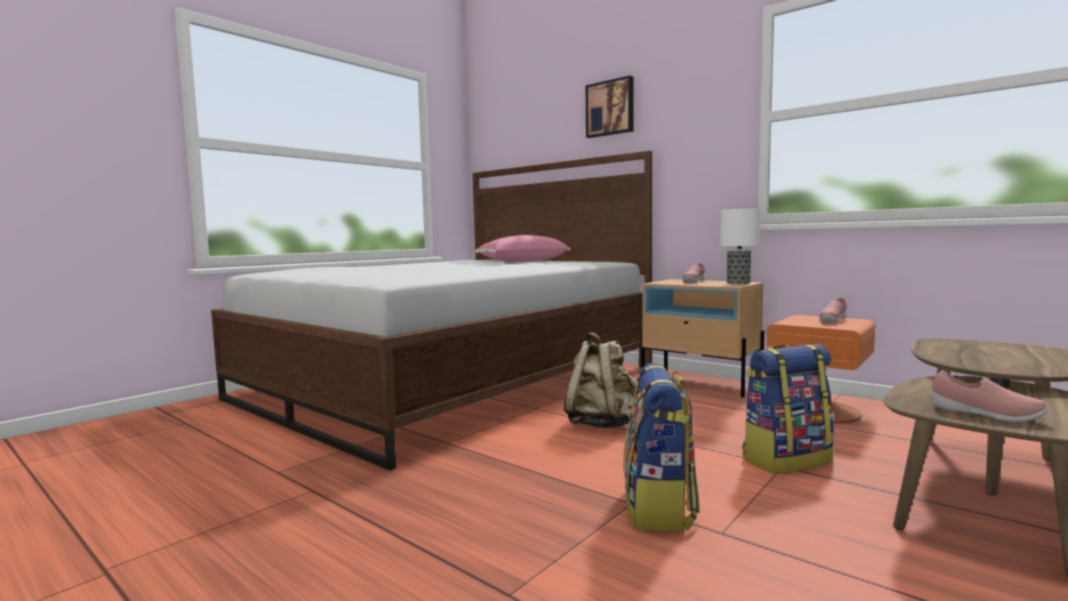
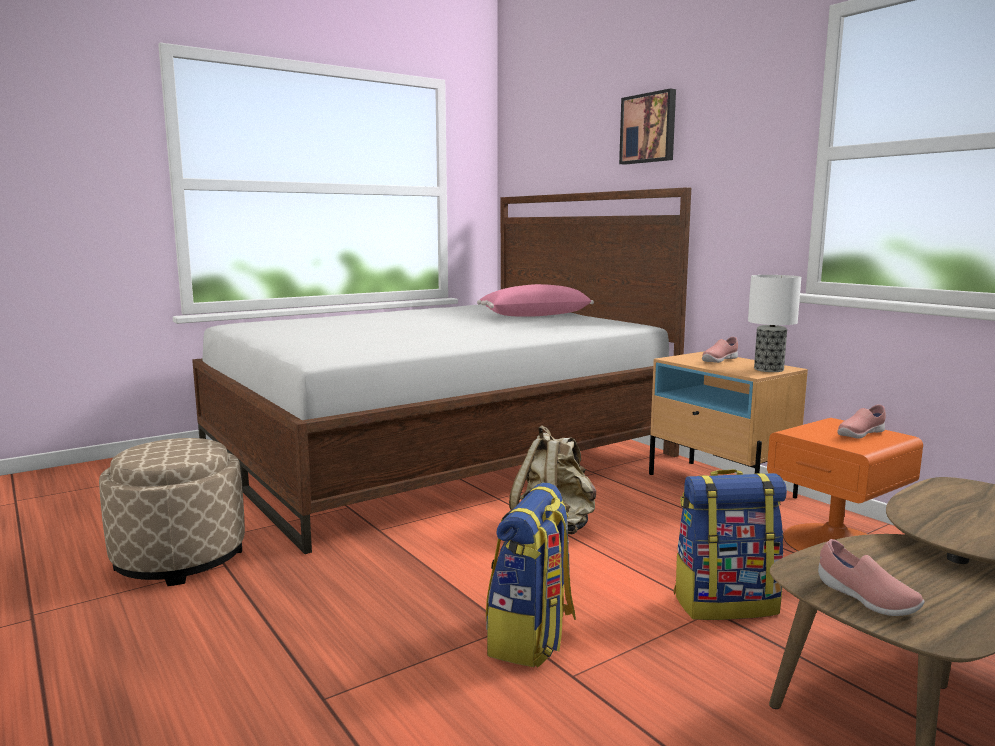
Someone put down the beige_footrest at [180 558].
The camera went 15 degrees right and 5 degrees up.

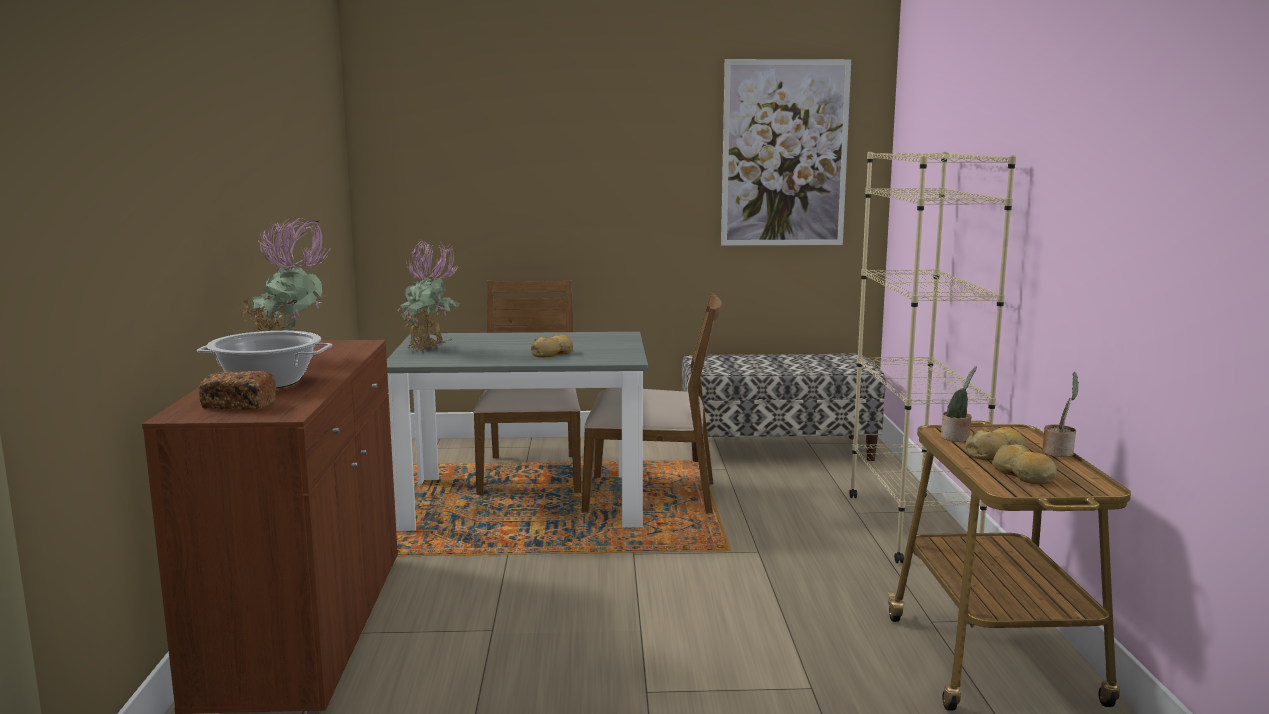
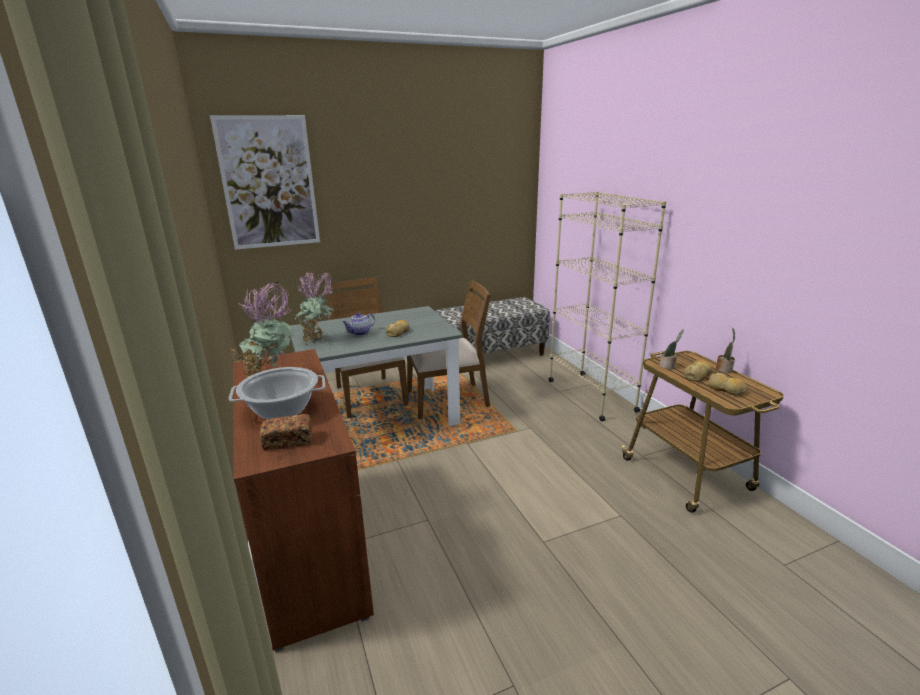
Someone carried the wall_picture from [784 154] to [269 183].
Someone put down the tea_pot at [359 333].
The camera went 20 degrees left and 10 degrees up.

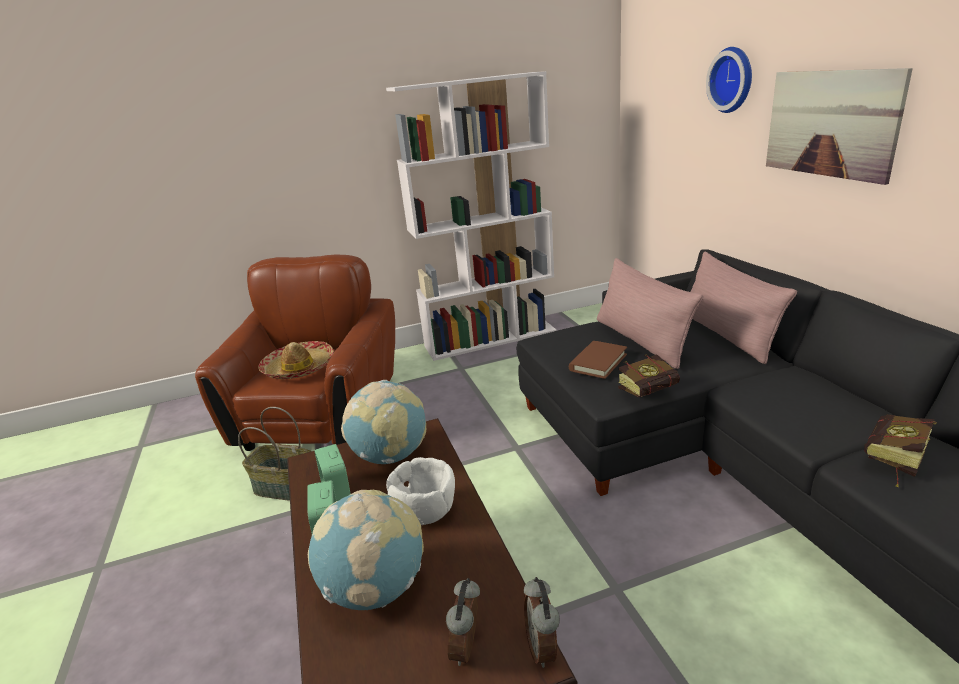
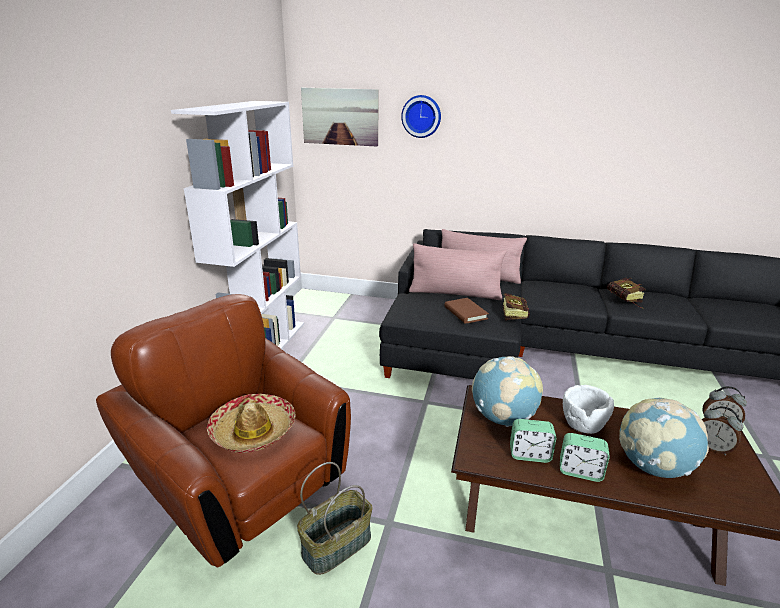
Someone carried the wall_picture from [830 123] to [340 116].
The camera went 60 degrees left and 0 degrees up.

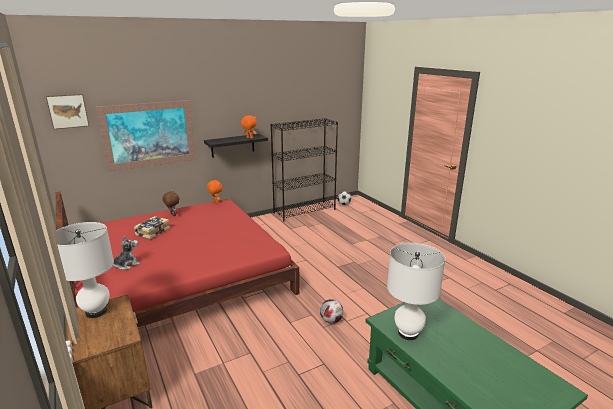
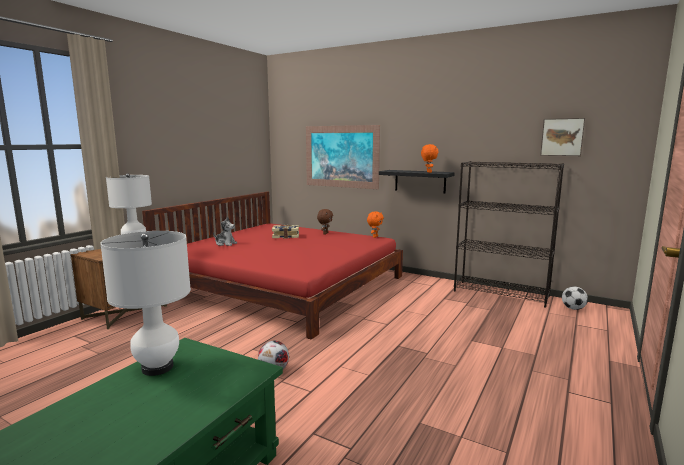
Someone carried the wall_picture from [68 111] to [562 137].
The camera went 60 degrees right and 10 degrees down.

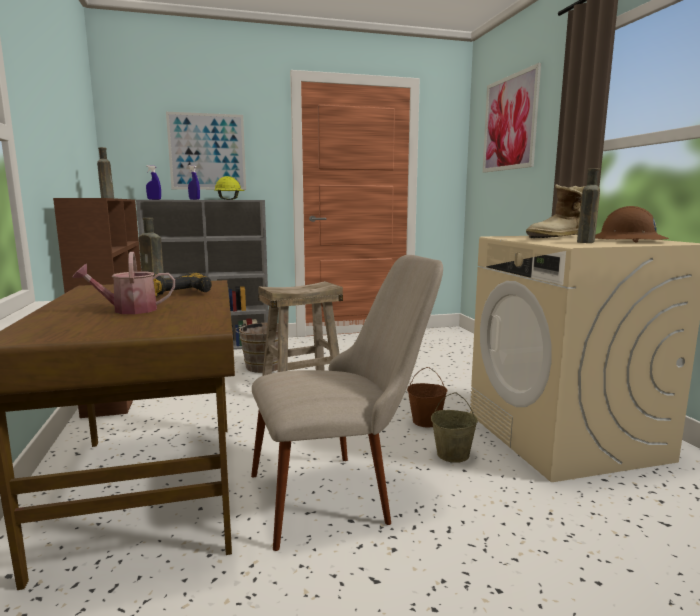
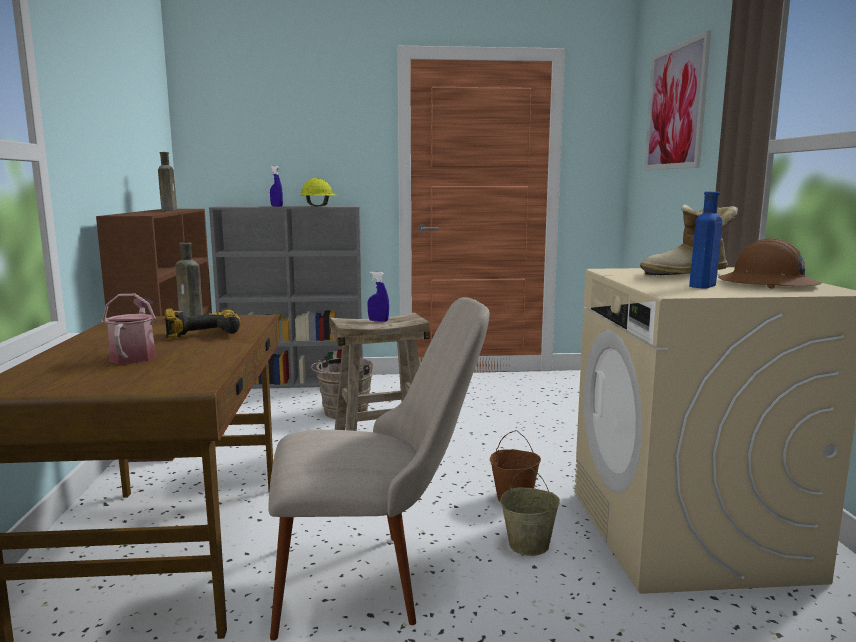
Someone rotated the watering_pot at [129 310] by 90 degrees clockwise.
Someone carried the bluish_spray_bottle from [154 199] to [378 321].
Someone took away the wall_picture at [207 152].
Someone repainted the brown-coloured_beverage_bottle at [585 242], which became the bluish_beverage_bottle at [702 286].
The camera went 10 degrees right and 0 degrees up.

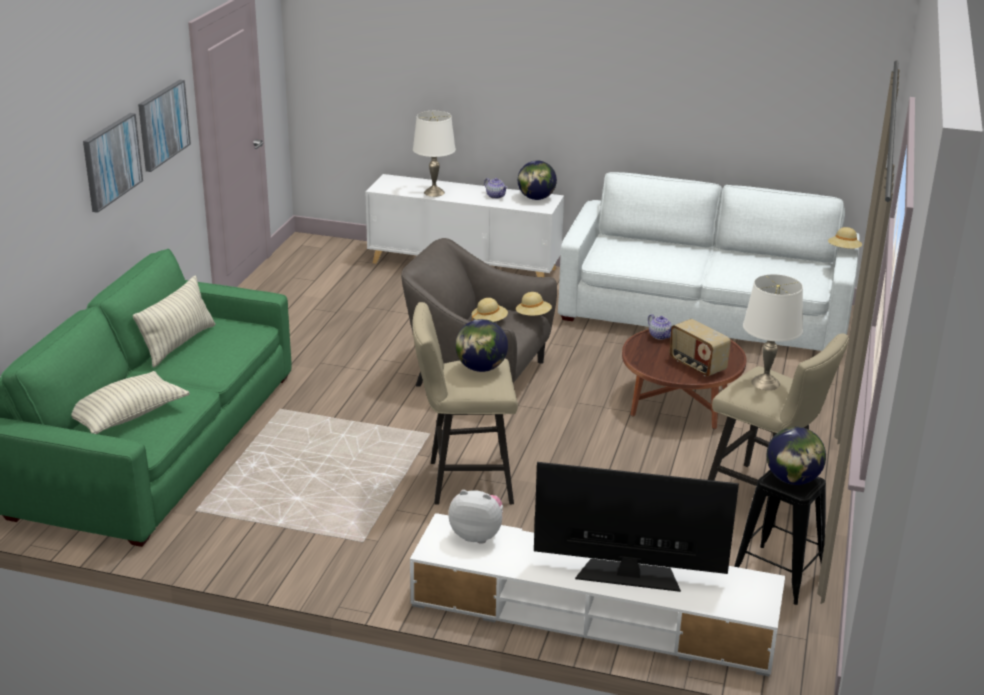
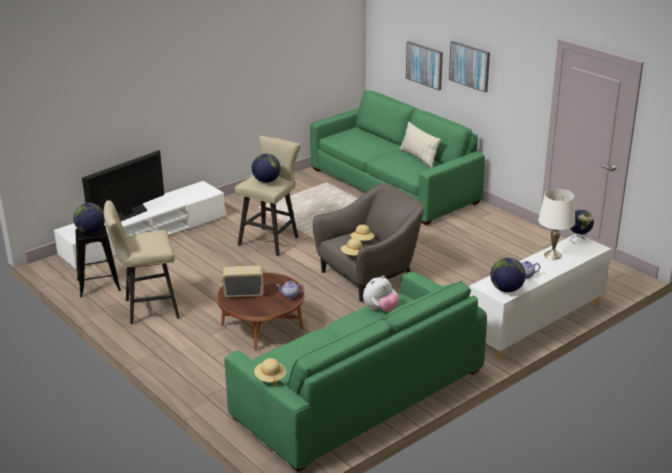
Someone took away the pillow at [127 416].
Someone carried the wall_picture from [162 124] to [424 65].
Someone carried the soft_toy from [477 535] to [380 309].
Someone repainted the whitish_settee at [704 313], which became the green-coloured_settee at [360 394].
Someone took away the whitish_lamp_for_a_table at [765 383].
Someone put down the desk_globe at [578 239].
The camera went 125 degrees right and 0 degrees up.

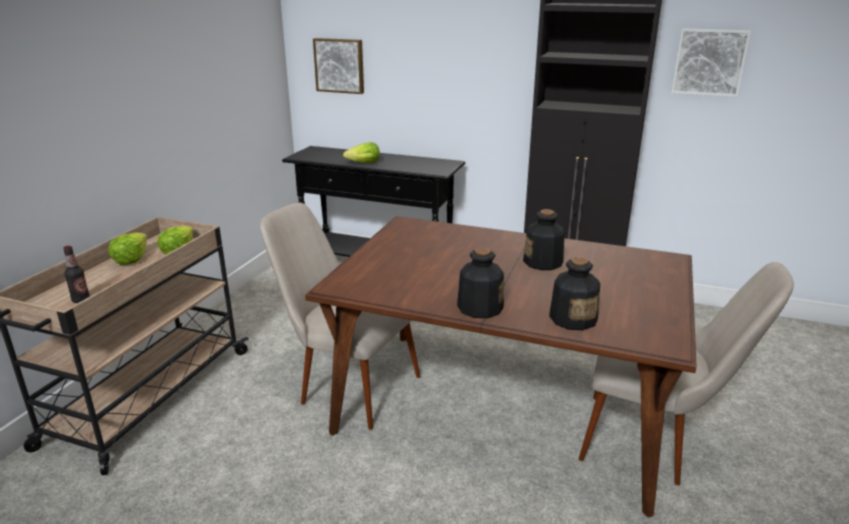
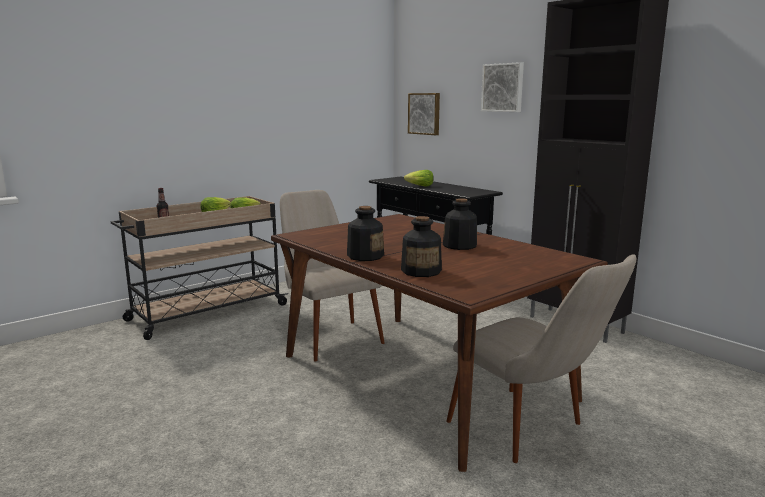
Someone carried the wall_picture from [709 62] to [503 88].
The camera went 30 degrees right and 10 degrees down.

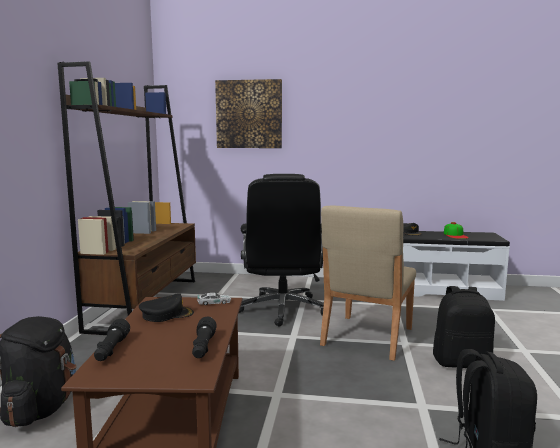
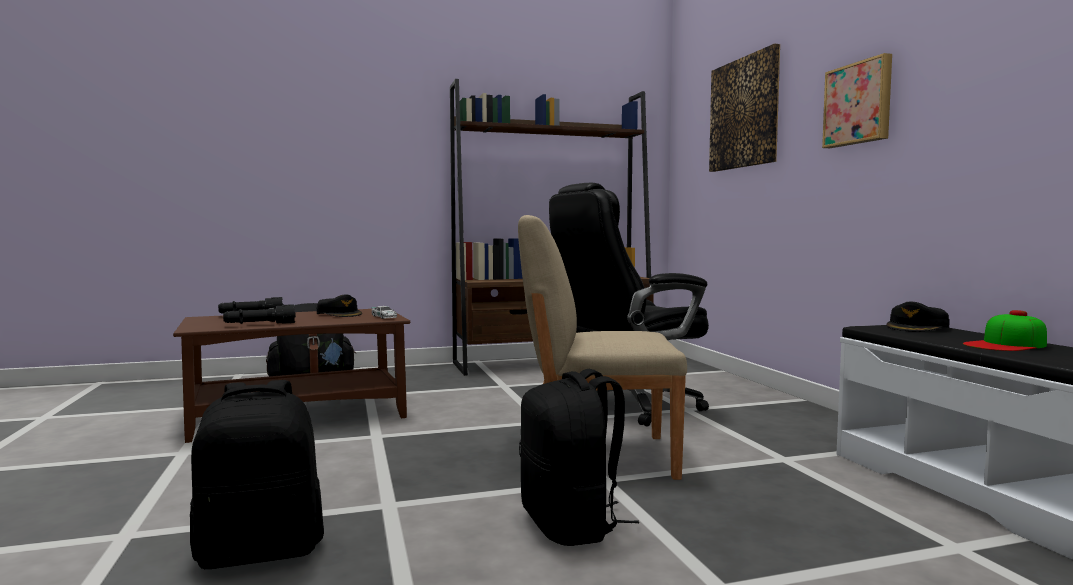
Someone put up the wall_picture at [859 104].
The camera went 65 degrees right and 5 degrees down.

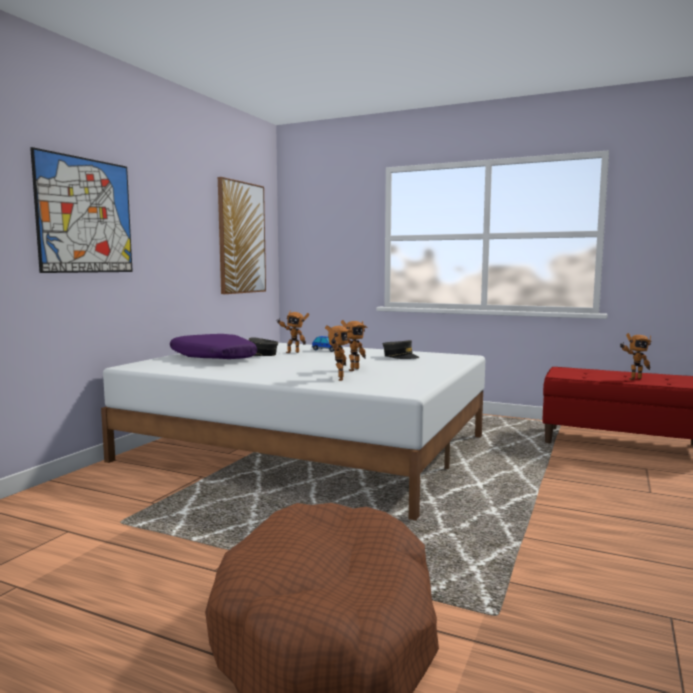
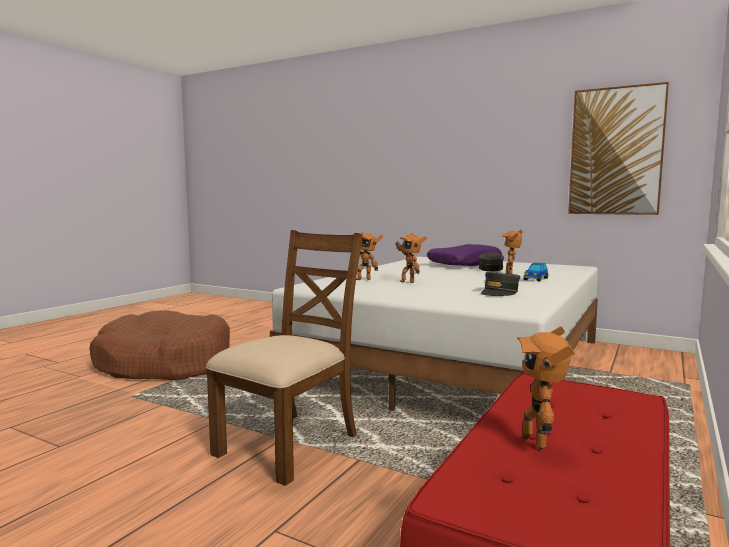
Someone took away the wall_picture at [85 215].
Someone put down the brown-coloured_plain_chair at [289 445].
The camera went 95 degrees right and 0 degrees up.

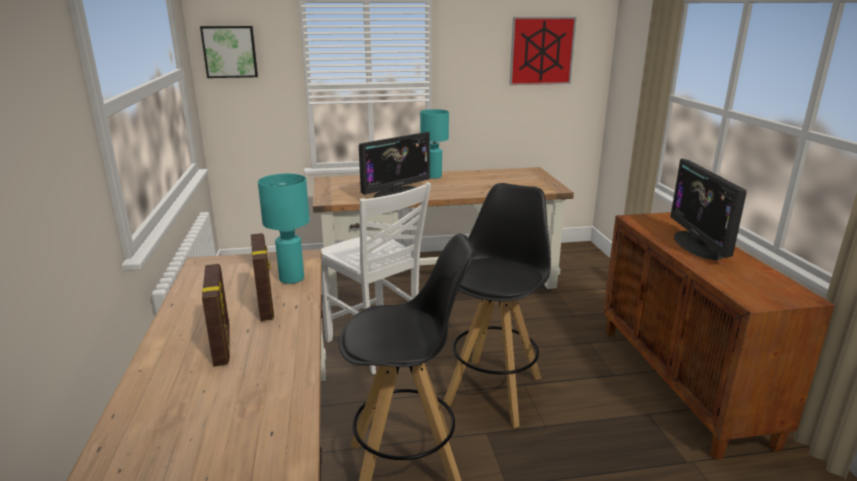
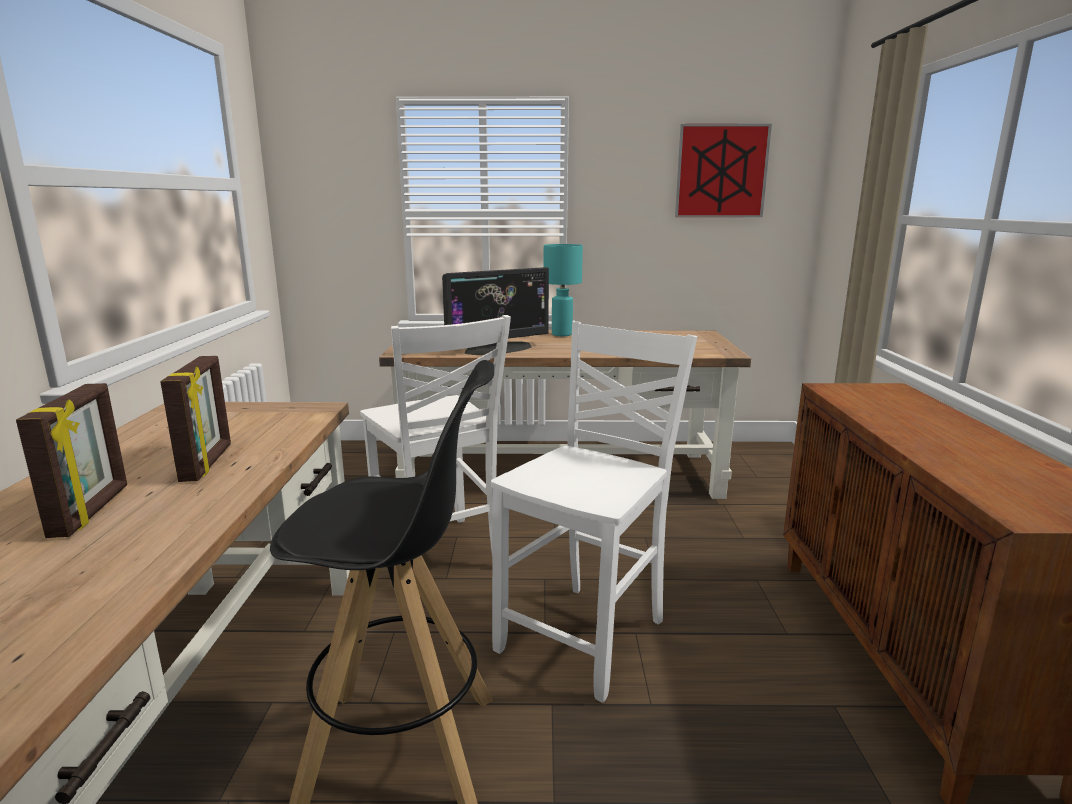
Someone took away the wall_picture at [230 51].
Someone took away the blue-green_lamp_for_a_table at [291 279].
Someone swapped the blackish_sitting_stool at [494 390] for the whitish_plain_chair at [587 636].
Someone took away the monitor at [698 245].
The camera went 10 degrees right and 5 degrees down.

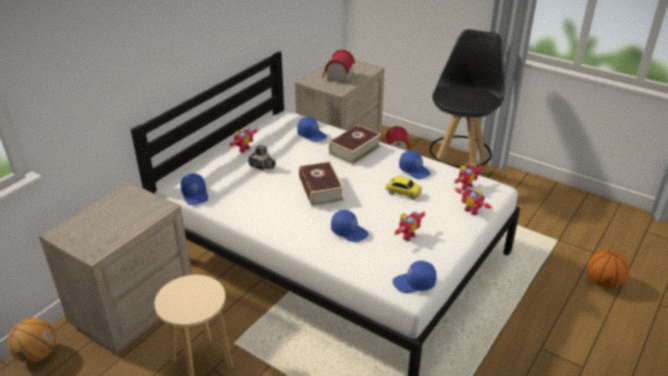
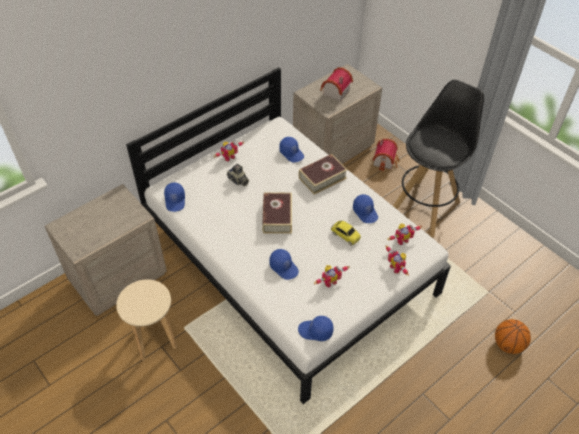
Someone took away the basketball at [37 354].
The camera went 15 degrees right and 15 degrees up.

